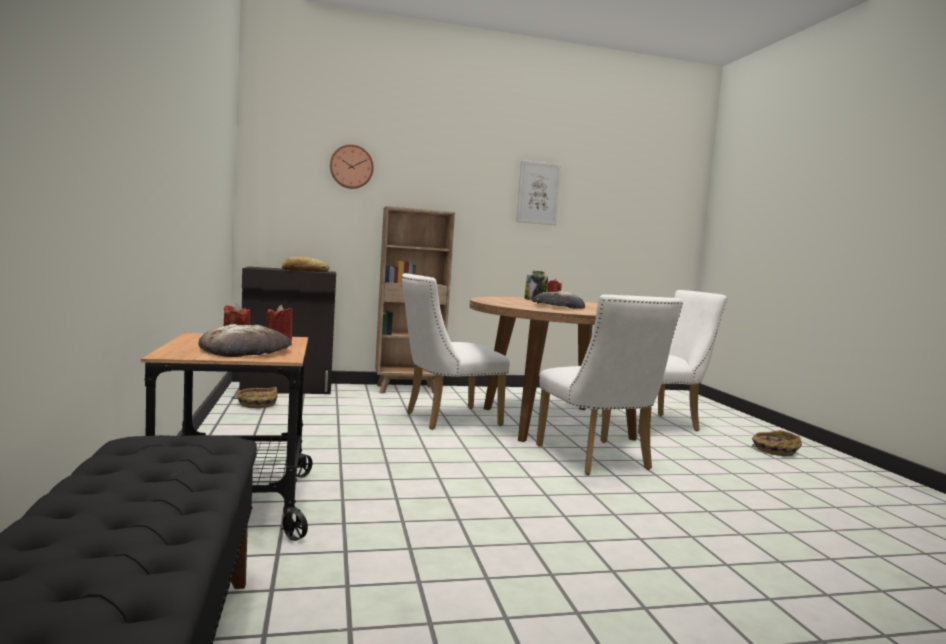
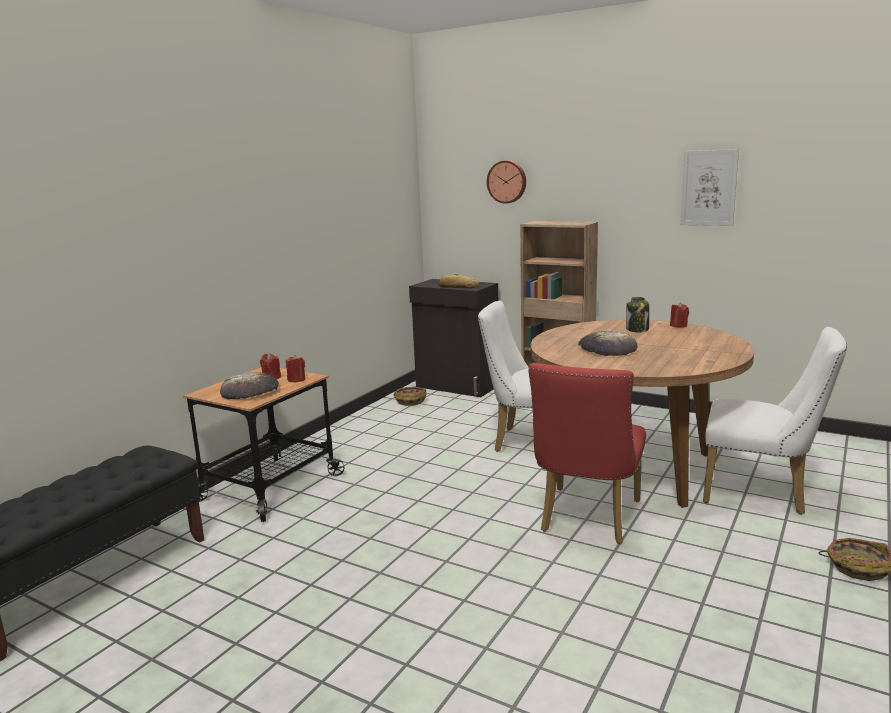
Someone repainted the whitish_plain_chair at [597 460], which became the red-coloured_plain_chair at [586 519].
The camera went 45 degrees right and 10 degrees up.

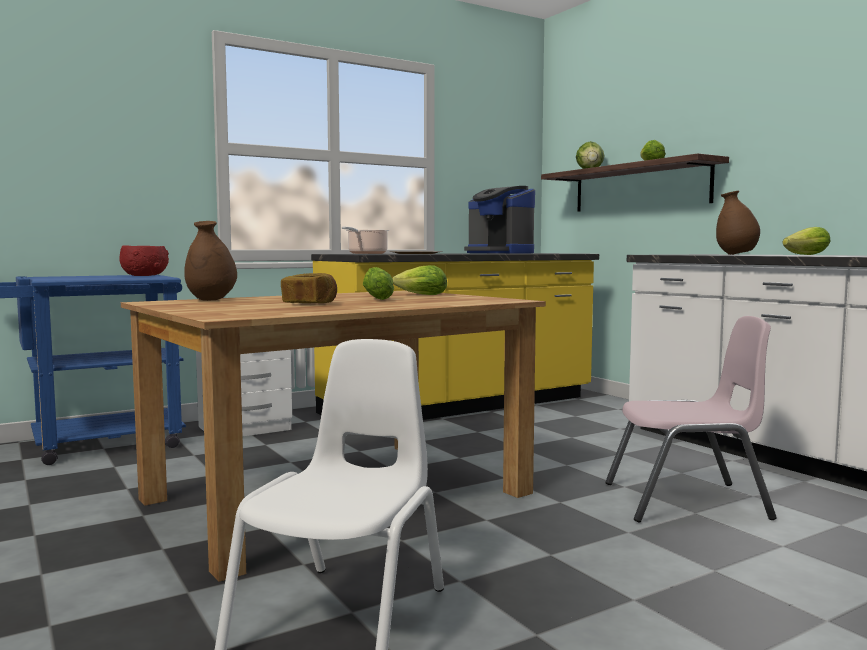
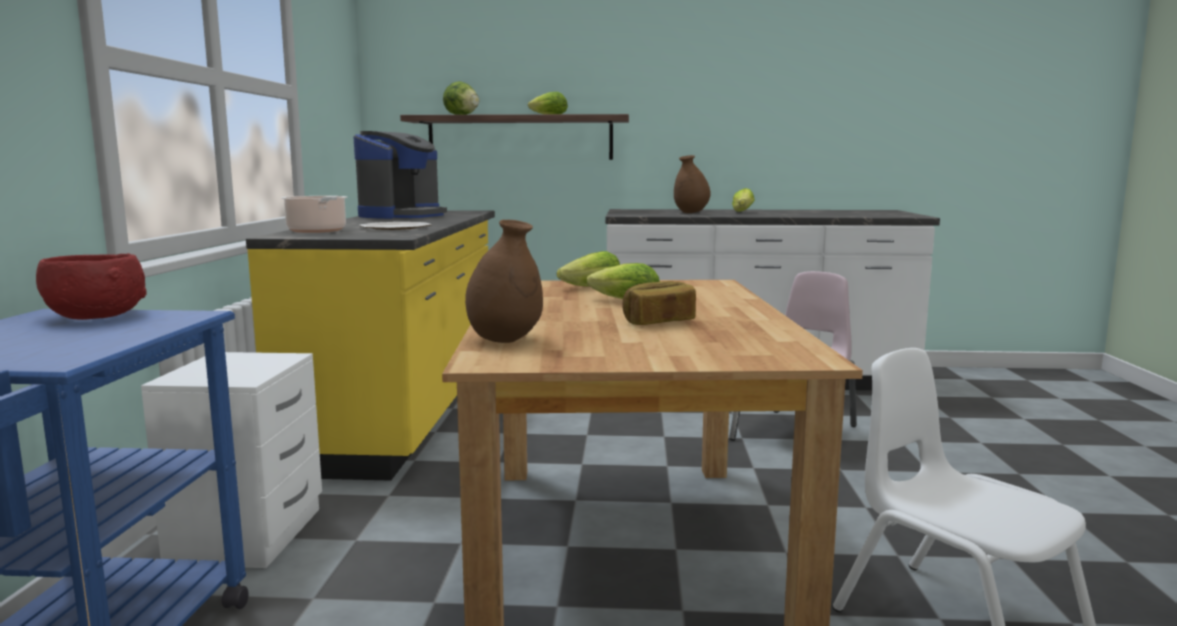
Someone rotated the coffee_maker at [499 253] by 60 degrees counterclockwise.
The camera went 55 degrees left and 5 degrees up.

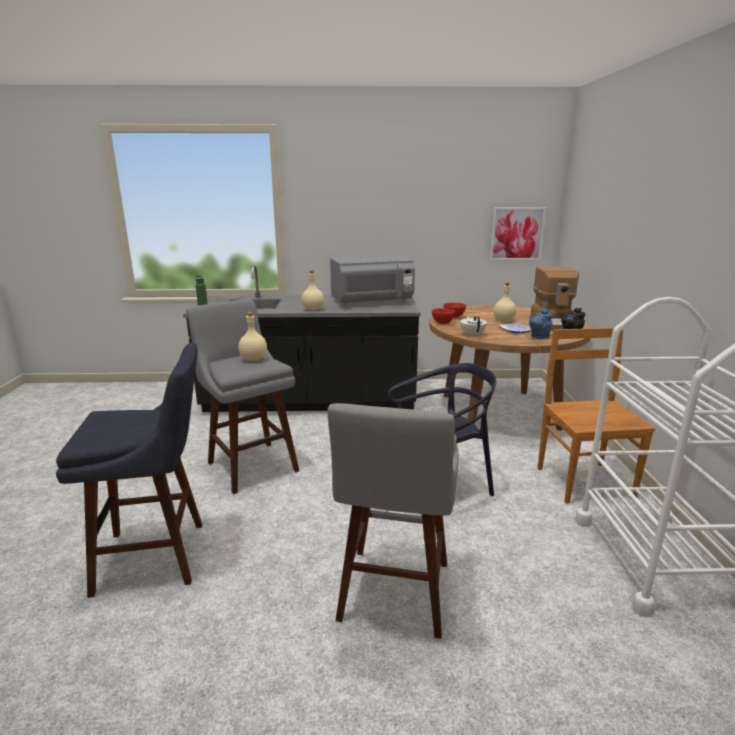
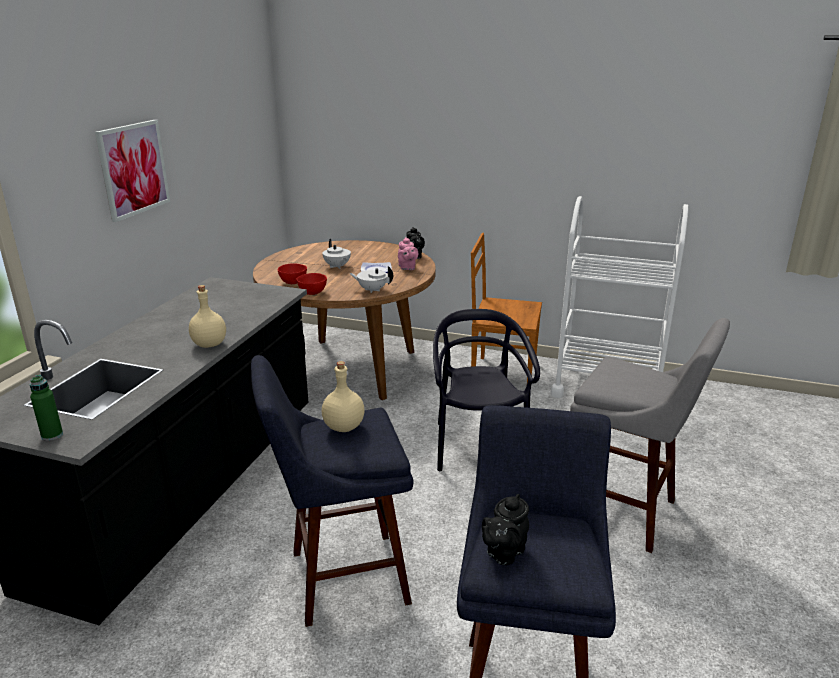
Someone repainted the gray_sitting_stool at [250 464], which became the bluish_sitting_stool at [340 579].
Someone took away the gray_microwave at [371 301].
Someone carried the wall_picture from [516 233] to [133 169].
Someone swapped the beige_beverage_bottle at [503 320] for the whitish_tea_pot at [337 266].
Someone repainted the bluish_tea_pot at [538 337], which became the pink-coloured_tea_pot at [407 268].
Someone took away the coffee_maker at [555 323].
Someone put down the blackish_tea_pot at [503 553].
The camera went 70 degrees left and 5 degrees up.

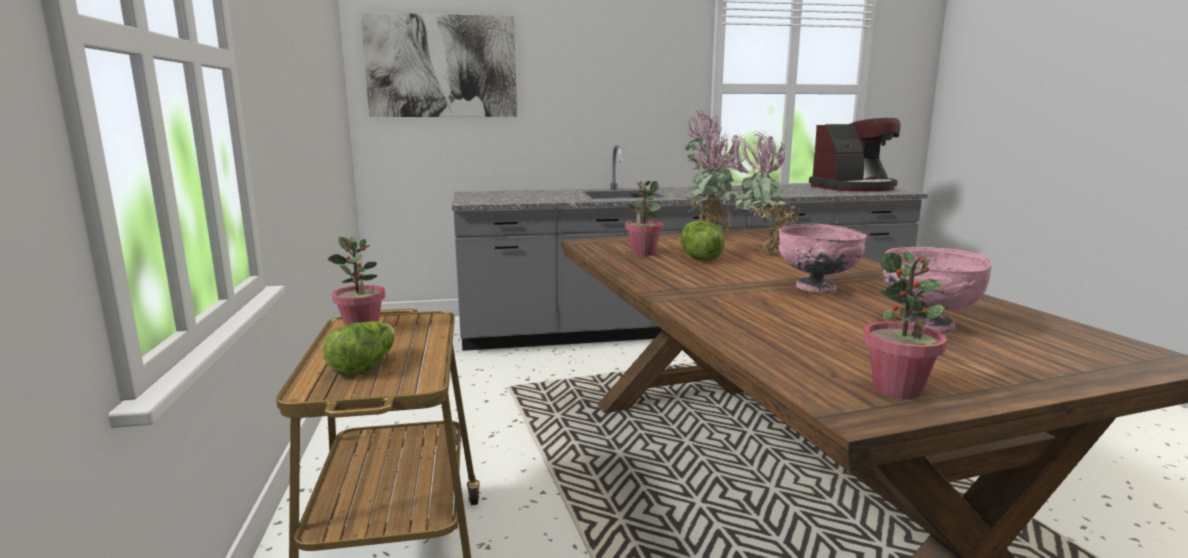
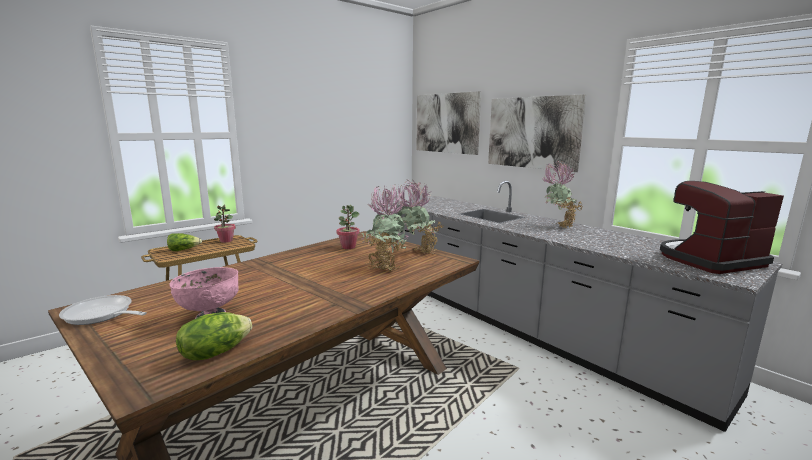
Someone carried the lettuce_head from [699 258] to [215 352].
Someone took away the pink-coloured_deep_dish at [816 289].
Someone rotated the coffee_maker at [854 188] by 120 degrees clockwise.
Someone swapped the potted_plant at [898 389] for the pan at [101 315].
Someone put up the wall_picture at [532 132].
The camera went 60 degrees right and 0 degrees up.

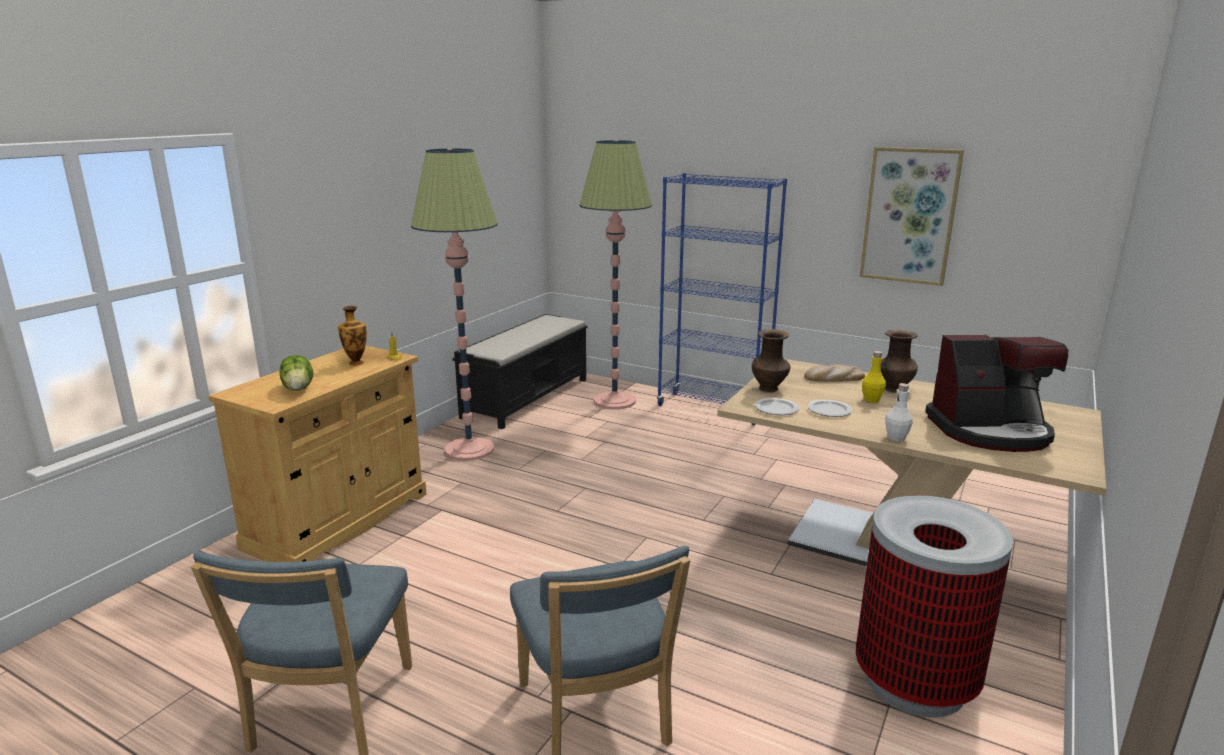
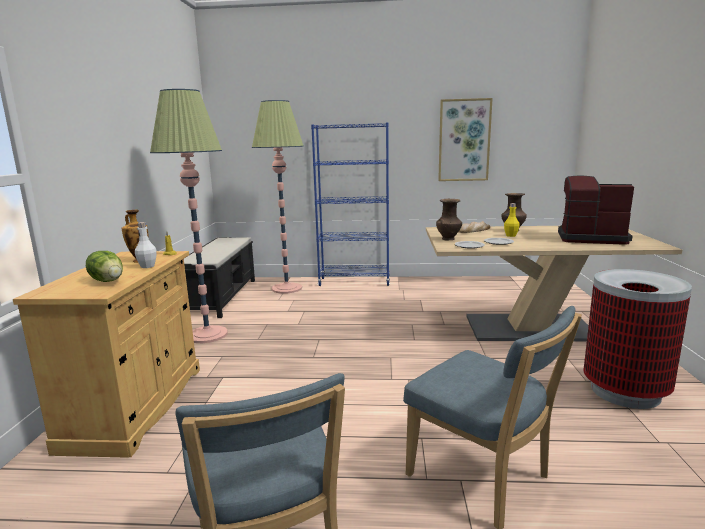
Someone carried the whitish_beverage_bottle from [896 438] to [147 266].
Someone rotated the coffee_maker at [990 431] by 135 degrees counterclockwise.
The camera went 25 degrees left and 5 degrees down.

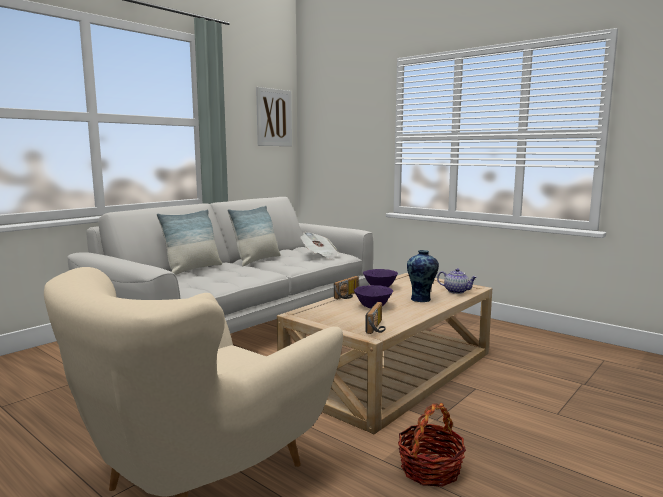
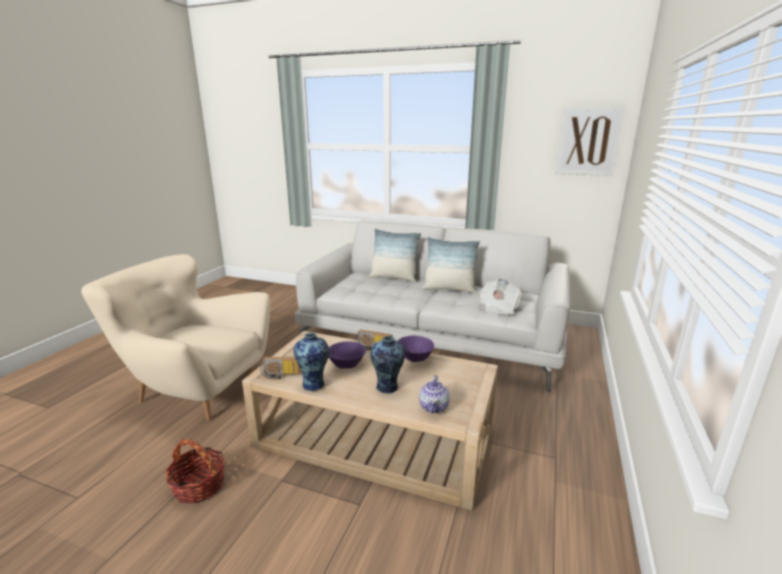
Someone put down the flower_vase at [314 384].
The camera went 70 degrees right and 10 degrees up.

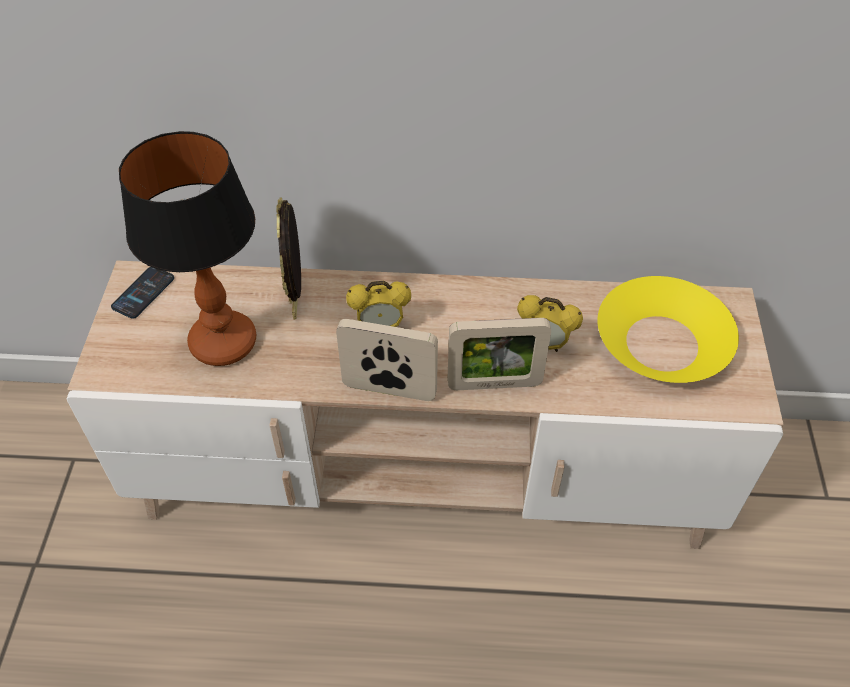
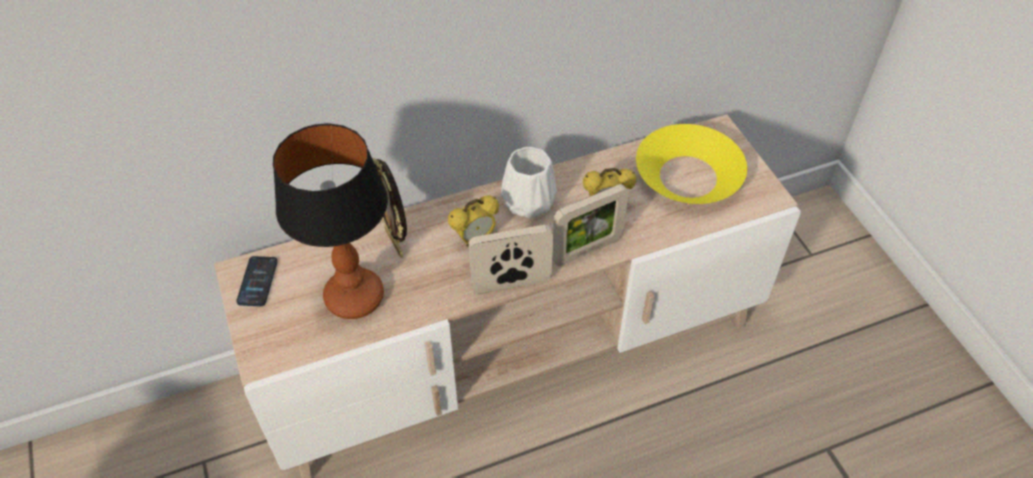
Someone put down the whitish_flower_vase at [528 201].
The camera went 25 degrees left and 0 degrees up.

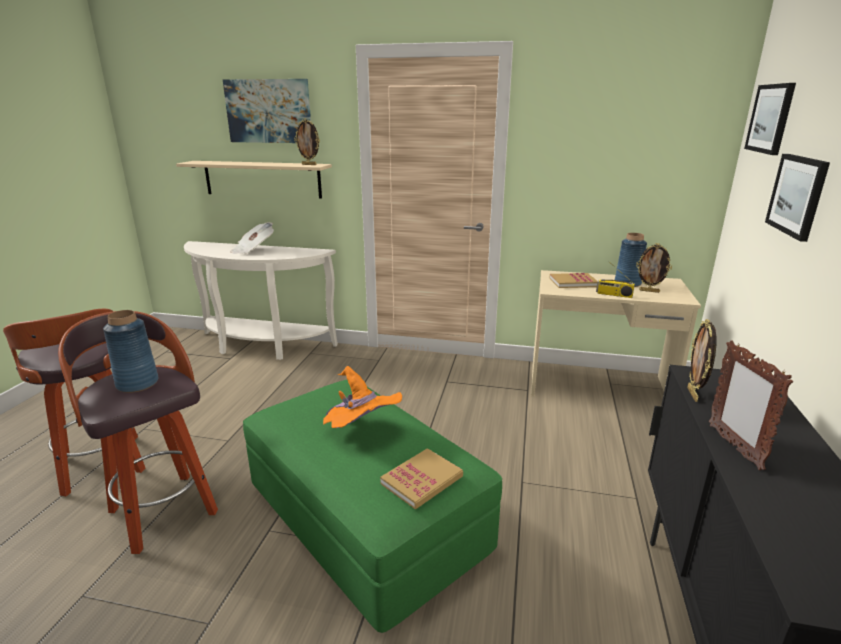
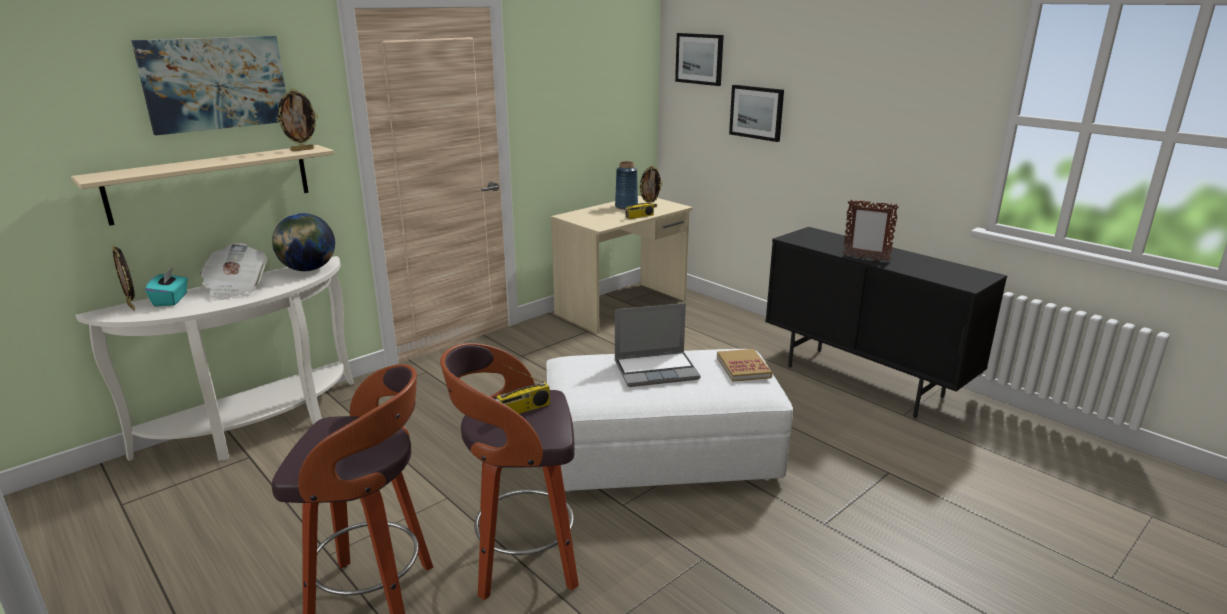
Someone swapped the bluish_flower_vase at [138 383] for the radio_receiver at [523 410].
Someone repainted the green-coloured_footrest at [365 519], which became the whitish_footrest at [660 455].
Someone swapped the orange_clothing_hat at [361 430] for the notebook_computer at [657 370].
Someone took away the volume at [573 282].
Someone carried the standing_frame from [693 394] to [132 307].
Someone put down the blue-green_tissue_box at [171 300].
Someone put down the desk_globe at [308 269].
The camera went 55 degrees left and 0 degrees up.

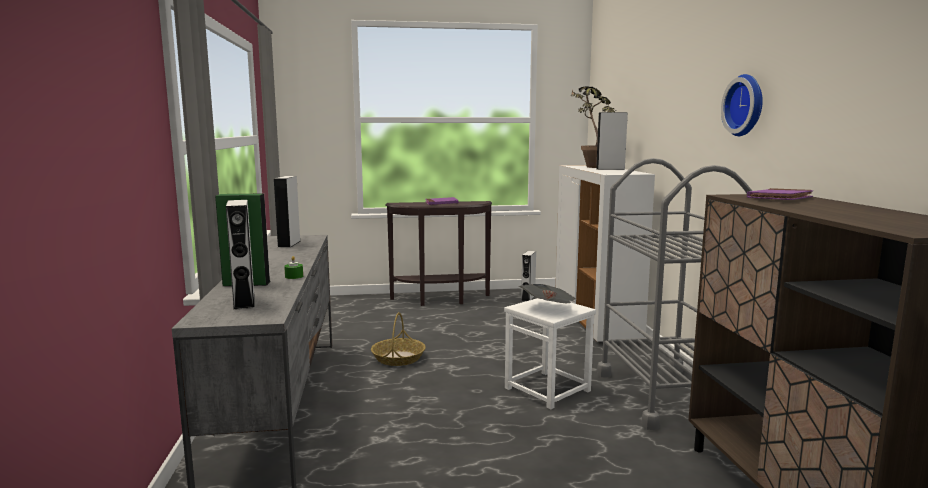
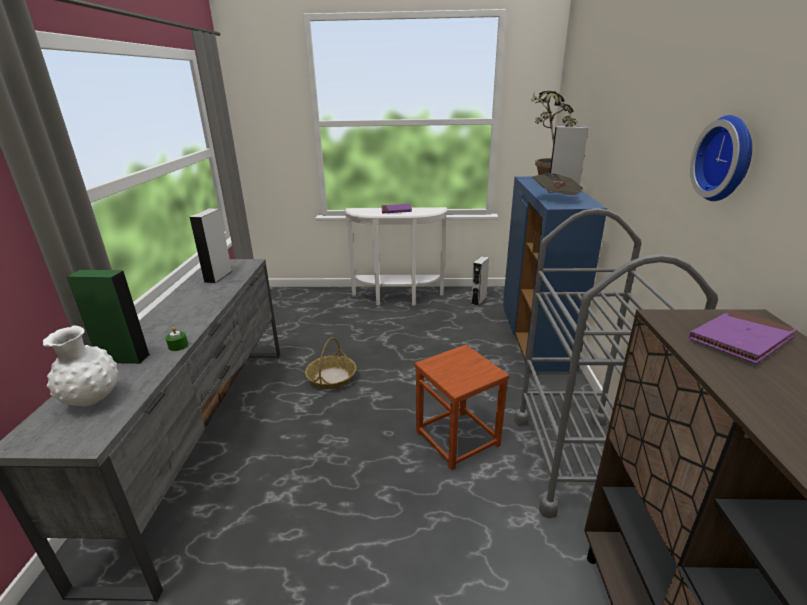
Someone swapped the gray_speaker at [244 301] for the whitish_flower_vase at [93 400].
Someone repainted the brown-coloured_console_table at [441 300], which became the whitish_console_table at [397 299].
Someone repainted the whitish_sitting_stool at [548 389], which became the brown-coloured_sitting_stool at [458 438].
Someone carried the newspaper from [549 309] to [557 199].
Someone repainted the whitish_cupboard at [596 321], which became the bluish_cupboard at [536 338].
The camera went 10 degrees right and 15 degrees up.

